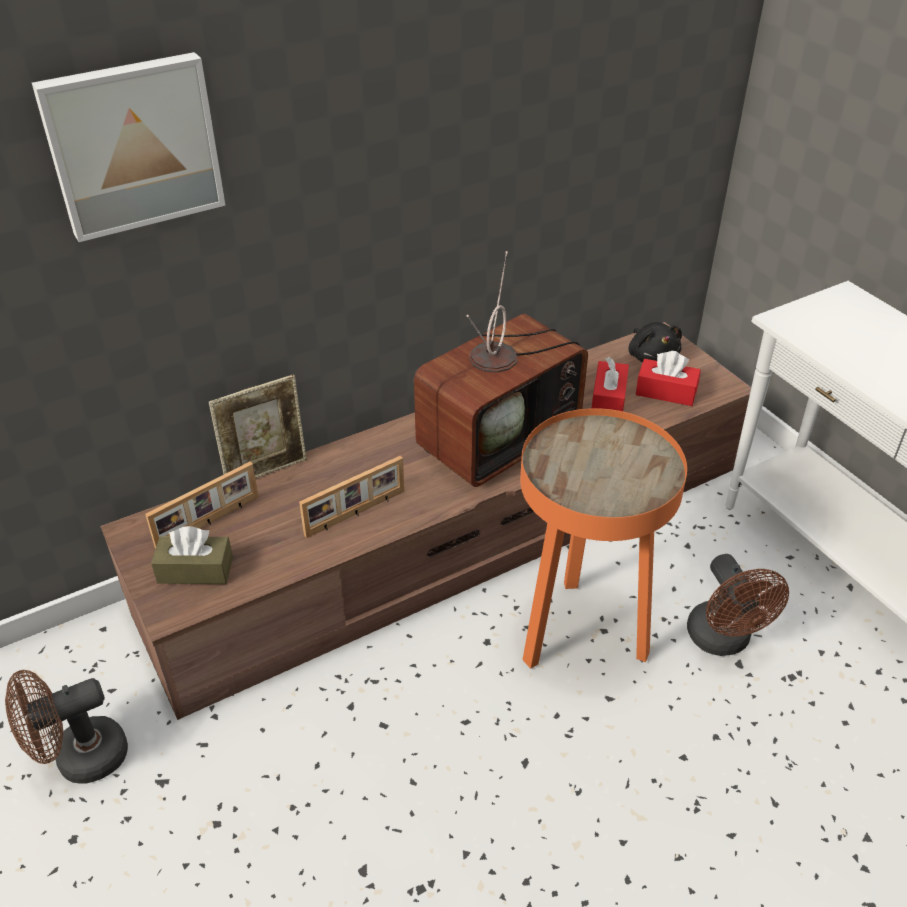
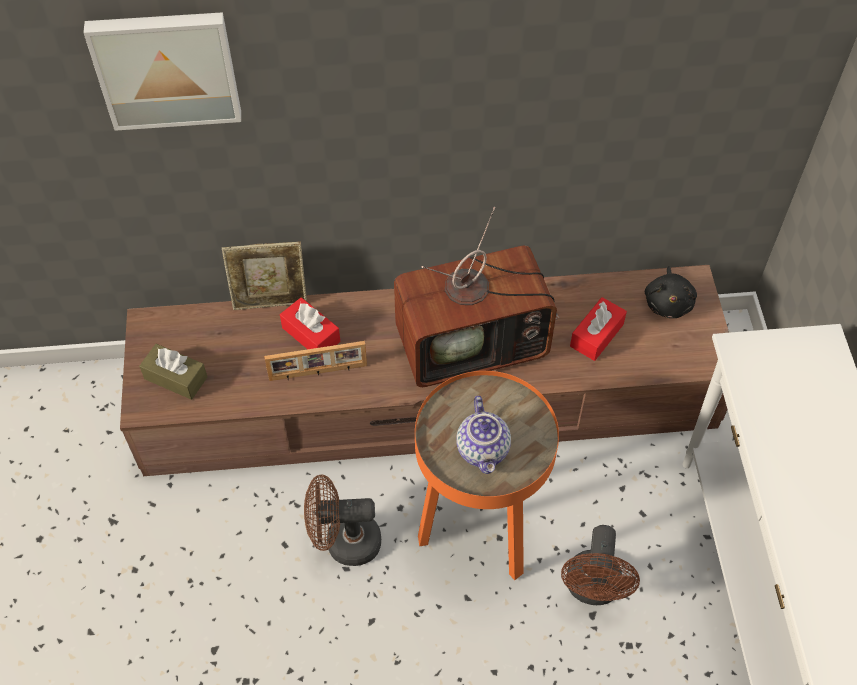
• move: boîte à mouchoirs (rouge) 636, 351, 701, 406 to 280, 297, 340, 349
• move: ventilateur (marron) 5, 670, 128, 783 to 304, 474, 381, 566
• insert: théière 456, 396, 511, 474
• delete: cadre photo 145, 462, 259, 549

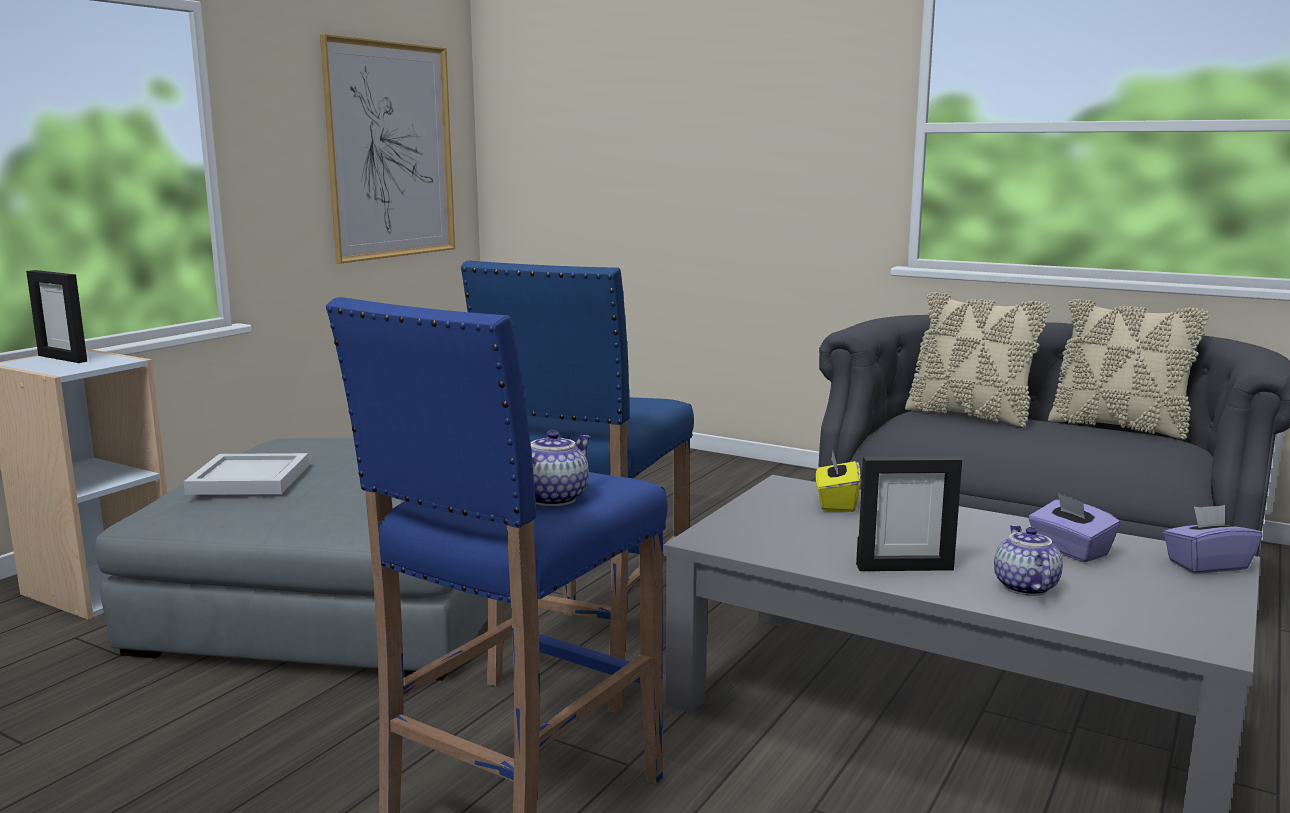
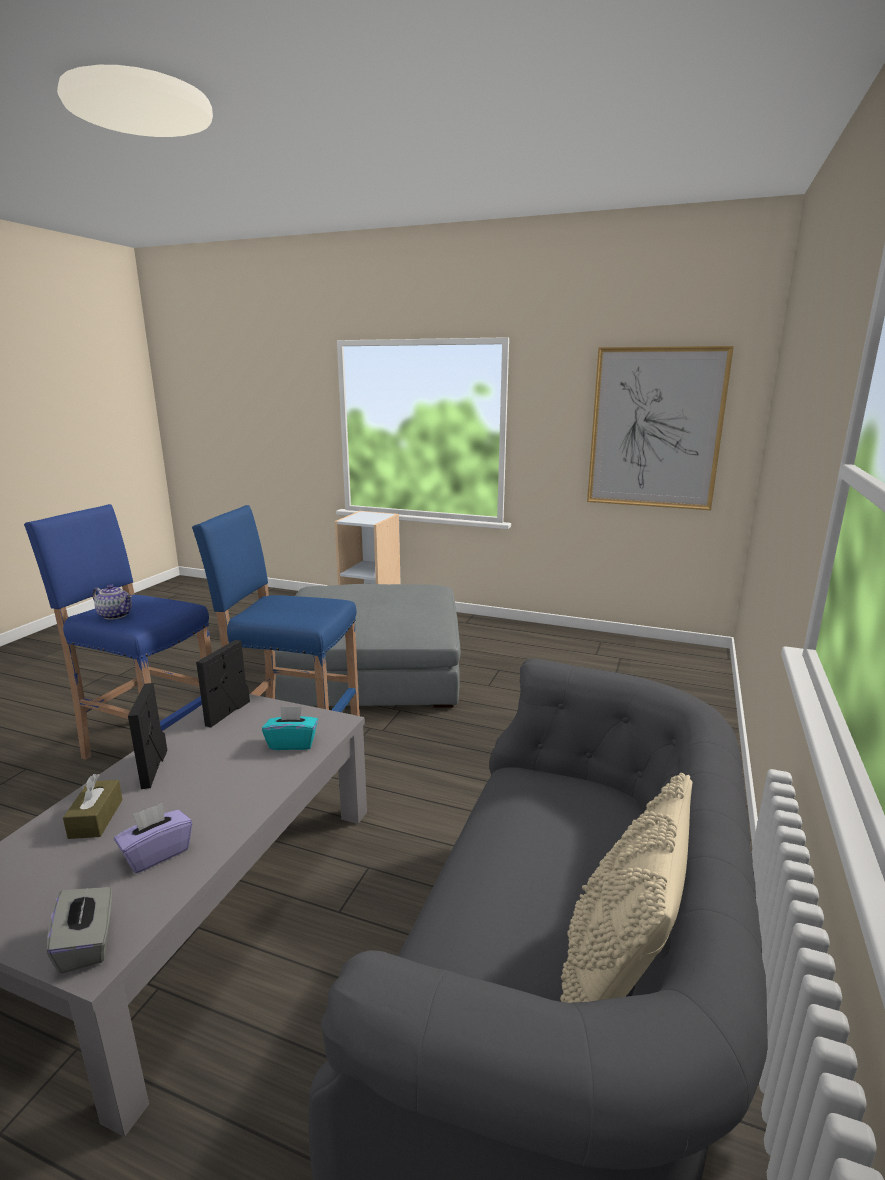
• recolor: boîte à mouchoirs (violet) 1163, 505, 1262, 574 to boîte à mouchoirs (gris) 47, 885, 112, 974
• replace: théière 994, 525, 1063, 596 to boîte à mouchoirs (marron) 63, 774, 123, 839
• move: cadre photo 26, 270, 87, 363 to 196, 640, 250, 728
• recolor: boîte à mouchoirs (jaune) 816, 451, 861, 512 to boîte à mouchoirs (turquoise) 262, 706, 318, 750
• delete: plateau (blanc) 184, 453, 309, 495
• delete: coussin (beige) 905, 292, 1050, 428

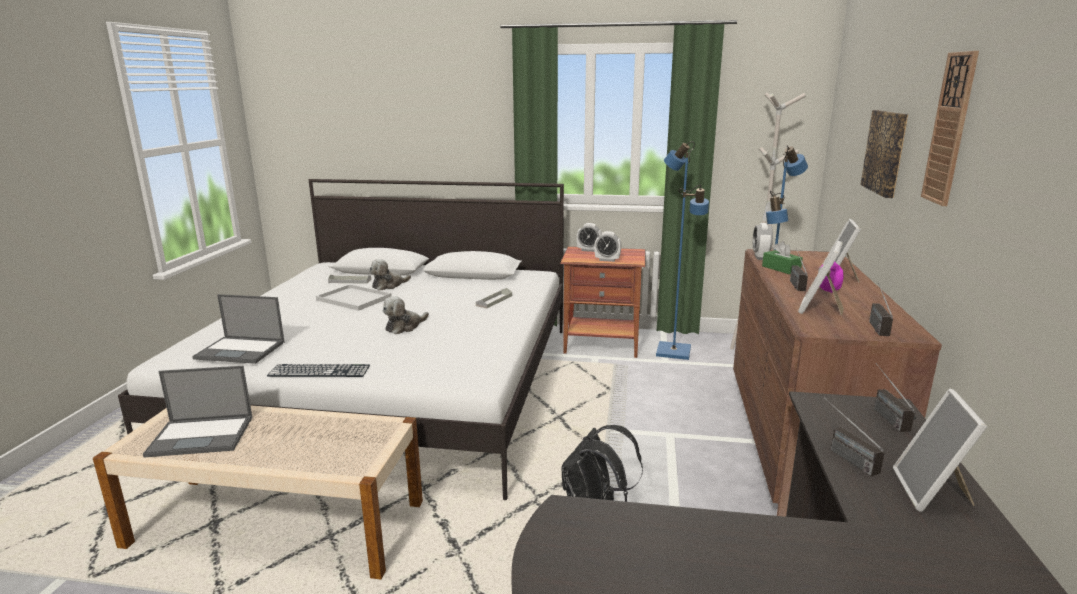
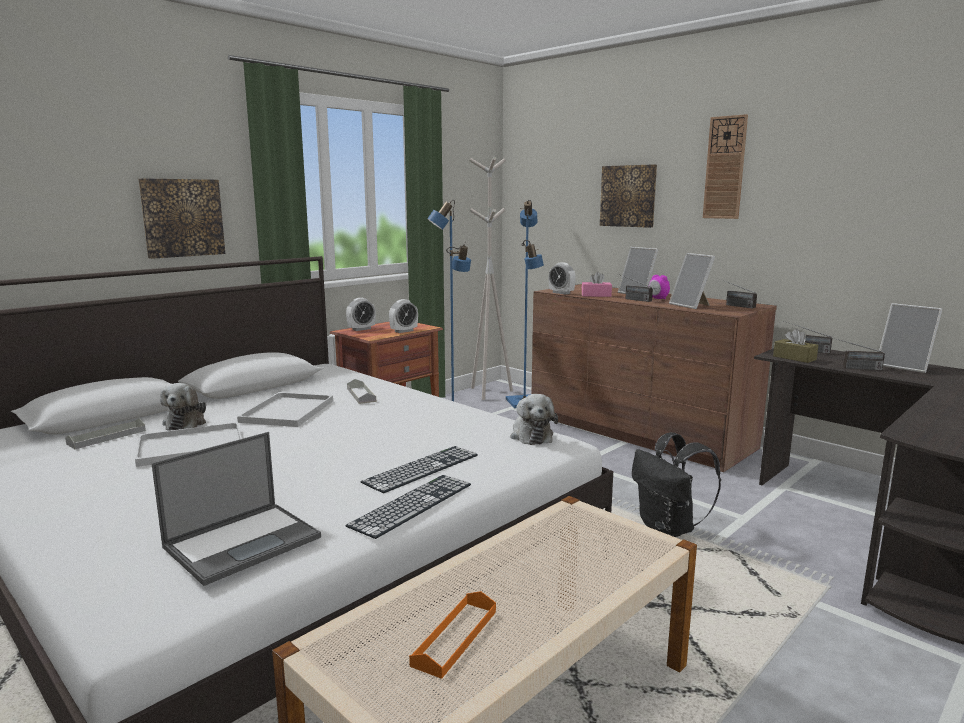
• insert: tableau 139, 178, 225, 259
• insert: plateau (blanc) 237, 392, 333, 427
• insert: clavier 361, 446, 478, 493
• replace: ordinateur portable 143, 366, 253, 457 to plateau (orange) 409, 591, 496, 679
• move: peluche 383, 296, 429, 334 to 511, 394, 558, 445
• recolor: boîte à mouchoirs (vert) 762, 241, 803, 274 to boîte à mouchoirs (rose) 582, 271, 612, 297
• insert: boîte à mouchoirs (marron) 773, 328, 818, 363

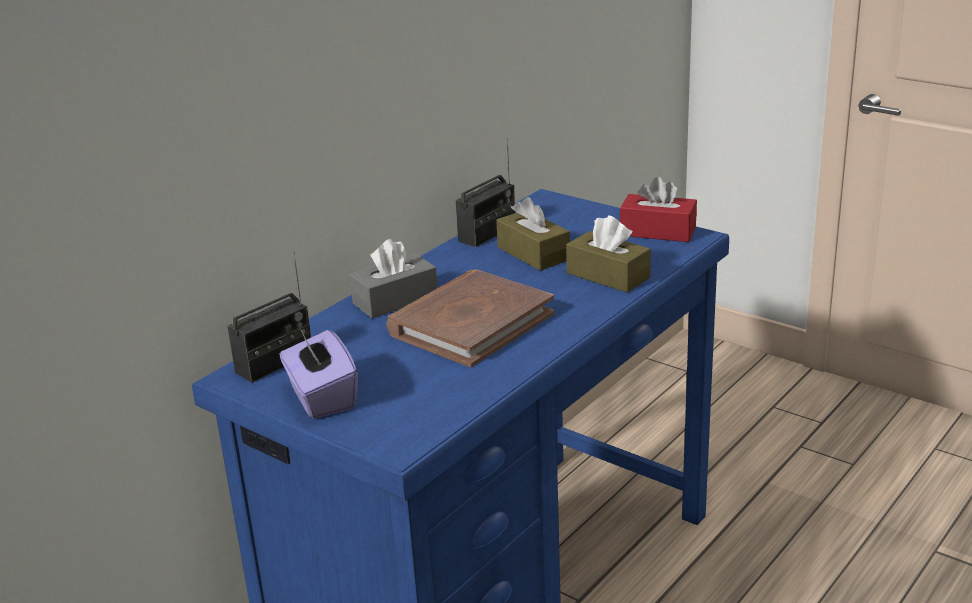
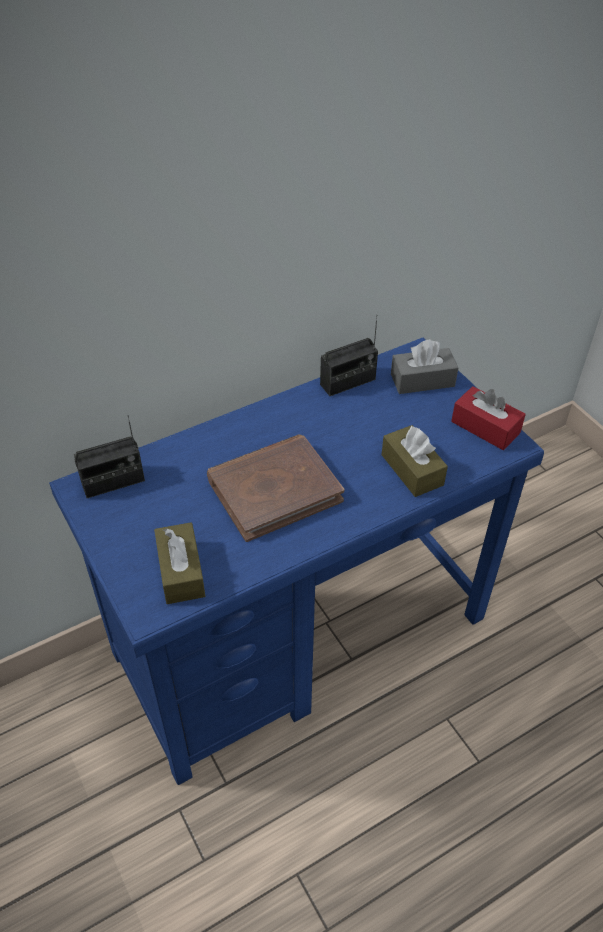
• move: boîte à mouchoirs (marron) 496, 197, 570, 271 to 154, 522, 205, 604
• move: boîte à mouchoirs (gris) 350, 239, 438, 318 to 391, 339, 459, 394
• delete: boîte à mouchoirs (violet) 280, 329, 358, 419

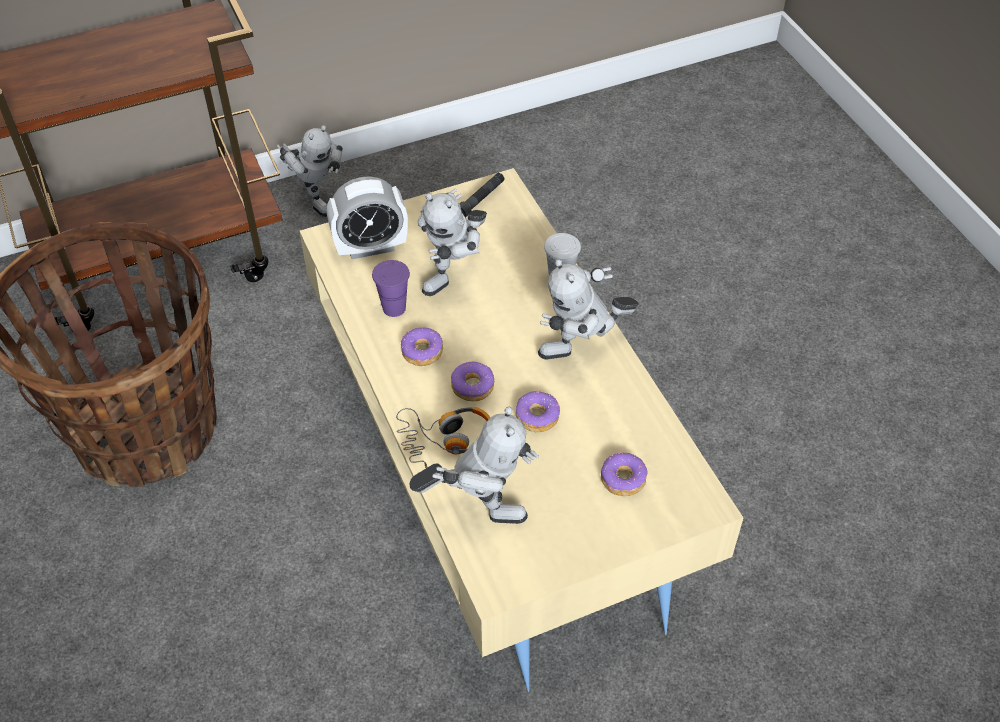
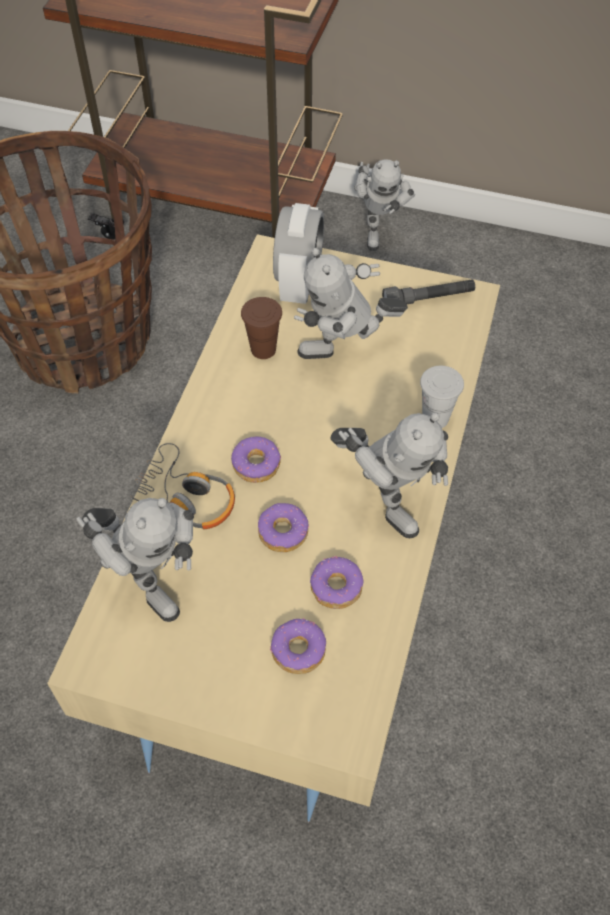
• recolor: tasse (violet) 372, 260, 410, 317 to tasse (marron) 241, 297, 282, 359
• rotate: réveil 327, 176, 408, 260 = 273, 203, 324, 304 105 degrees counterclockwise
• move: beignet 401, 328, 443, 366 to 310, 556, 363, 609
• rotate: robot jouet 538, 259, 639, 359 = 331, 412, 448, 538 150 degrees counterclockwise

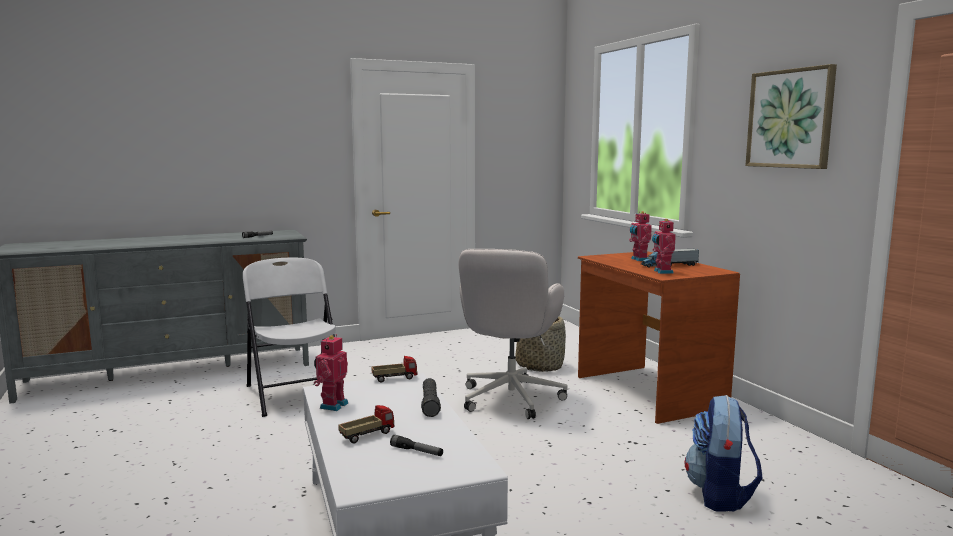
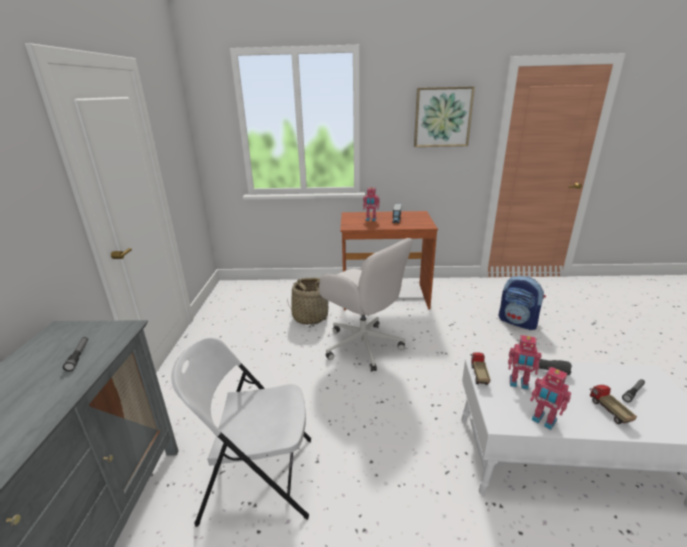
• move: robot jouet 652, 219, 676, 274 to 508, 335, 542, 390

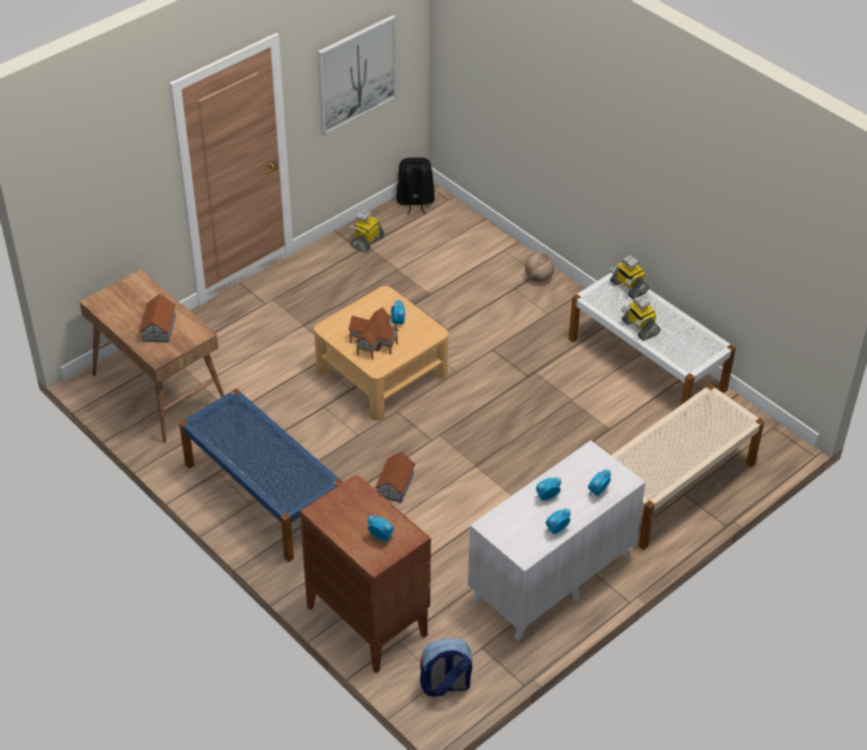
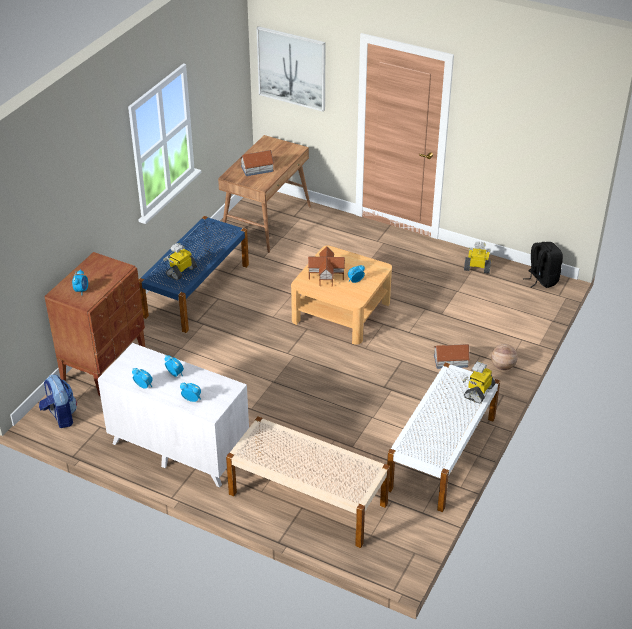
• move: robot jouet 621, 295, 660, 341 to 163, 243, 197, 280
• move: tableau 317, 15, 397, 135 to 257, 26, 326, 112
• move: maison miniature 375, 452, 416, 503 to 434, 344, 470, 369

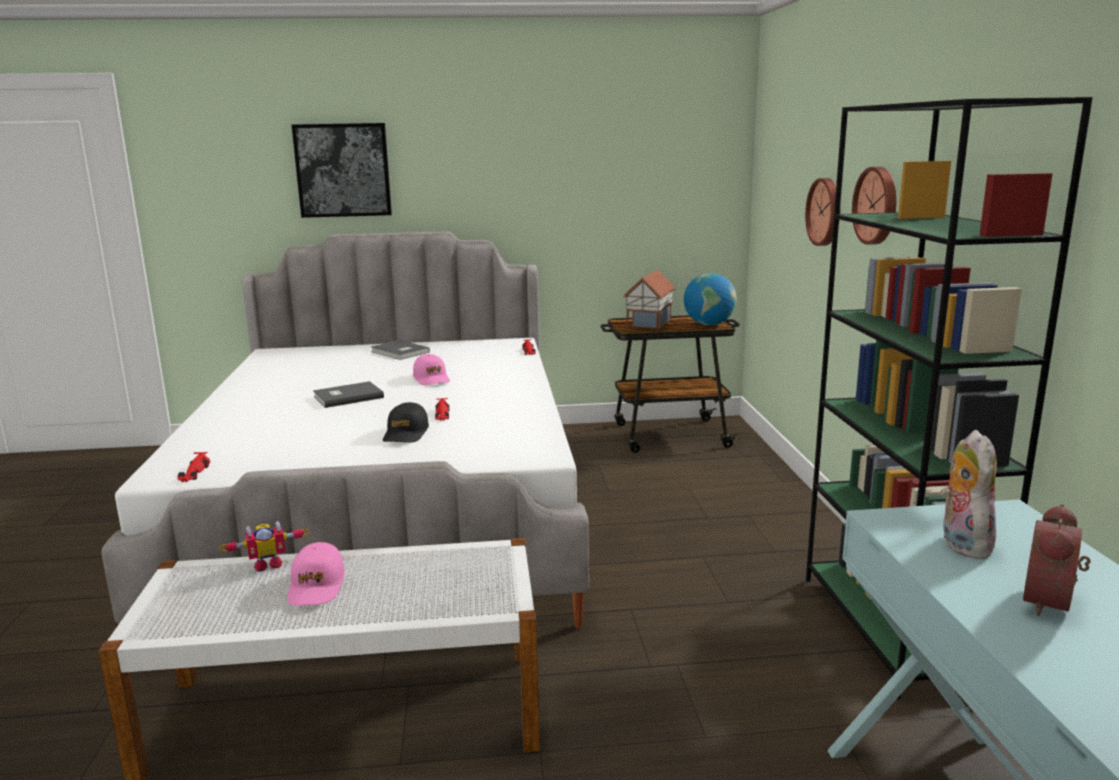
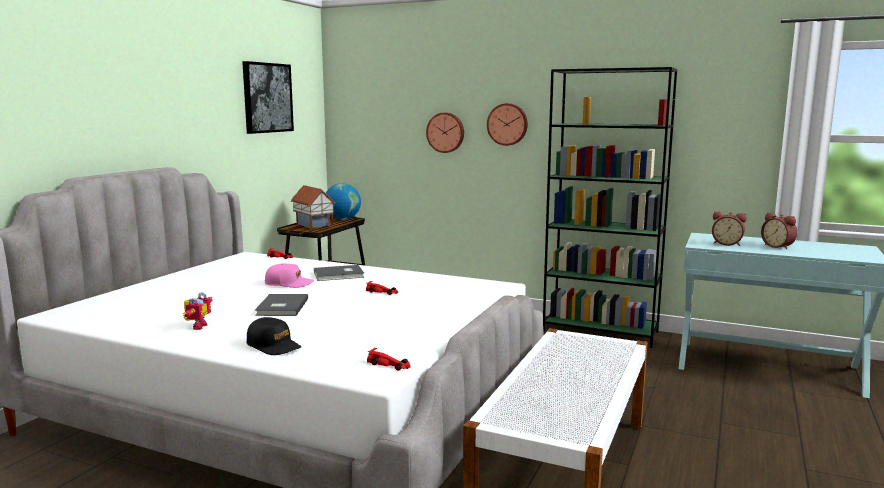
• move: robot jouet 219, 521, 309, 572 to 183, 293, 212, 330
• move: tableau 292, 123, 392, 218 to 242, 61, 294, 134
• move: casquette (noir) 383, 402, 429, 443 to 247, 317, 301, 355
• move: livre (gris) 371, 340, 430, 360 to 314, 265, 364, 281
• replace: peluche 940, 430, 997, 559 to réveil 712, 211, 747, 246
• delete: casquette (rose) 287, 542, 345, 606

